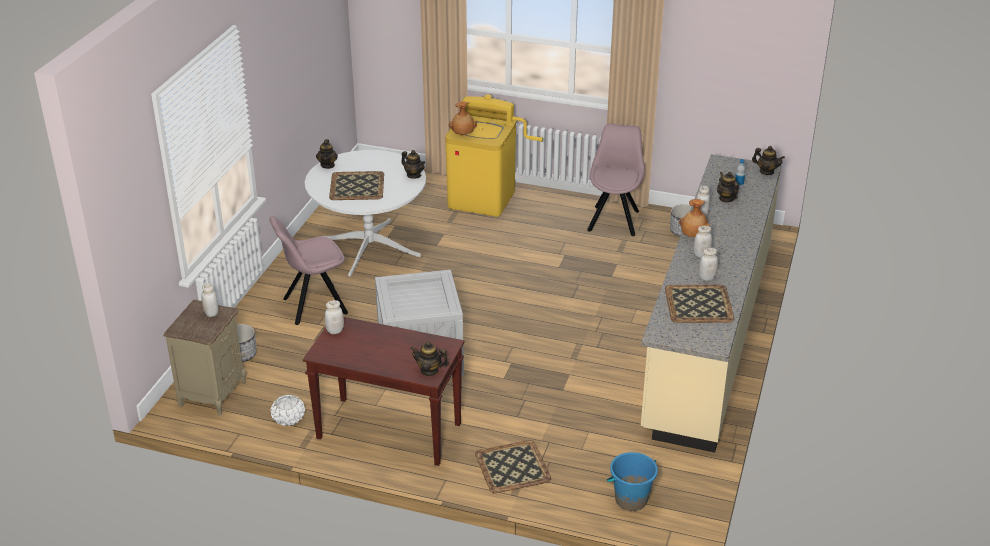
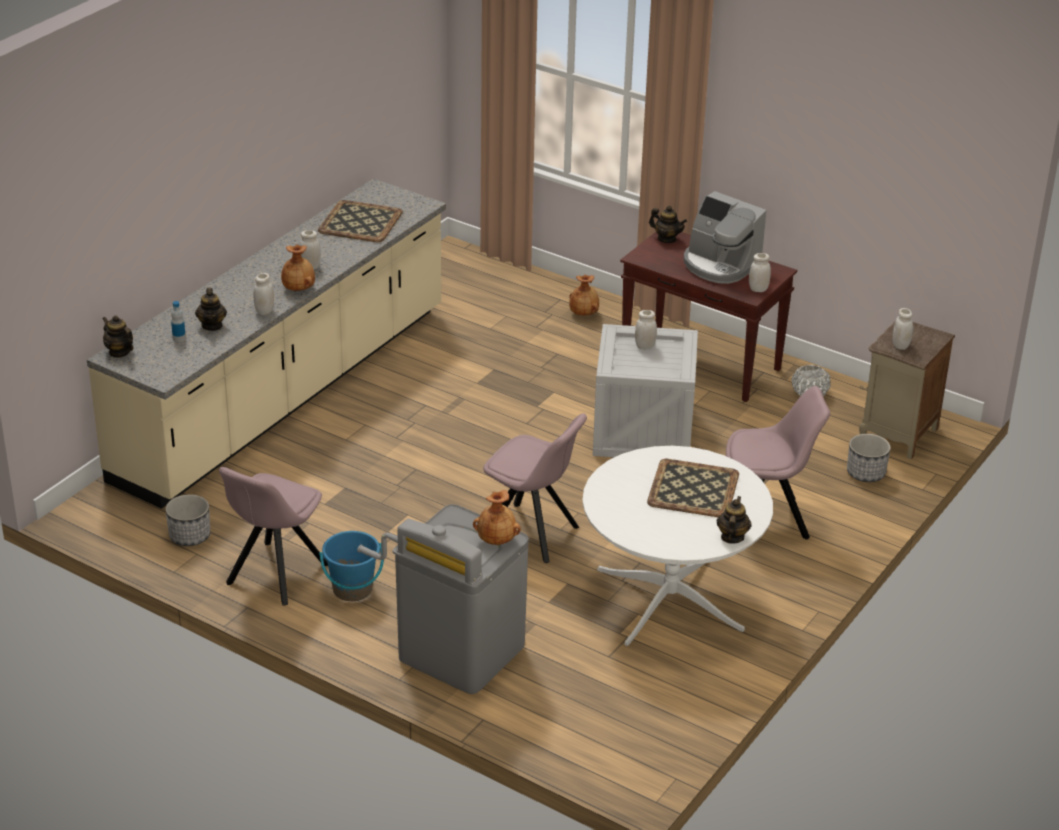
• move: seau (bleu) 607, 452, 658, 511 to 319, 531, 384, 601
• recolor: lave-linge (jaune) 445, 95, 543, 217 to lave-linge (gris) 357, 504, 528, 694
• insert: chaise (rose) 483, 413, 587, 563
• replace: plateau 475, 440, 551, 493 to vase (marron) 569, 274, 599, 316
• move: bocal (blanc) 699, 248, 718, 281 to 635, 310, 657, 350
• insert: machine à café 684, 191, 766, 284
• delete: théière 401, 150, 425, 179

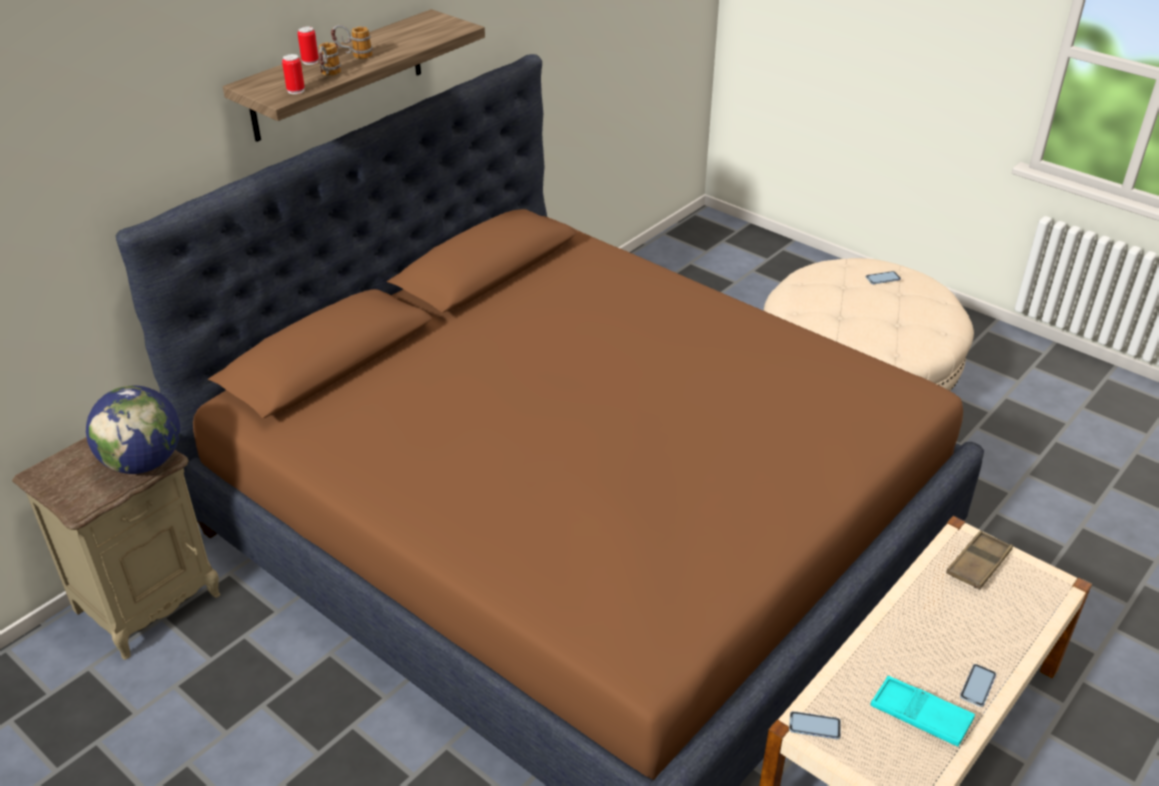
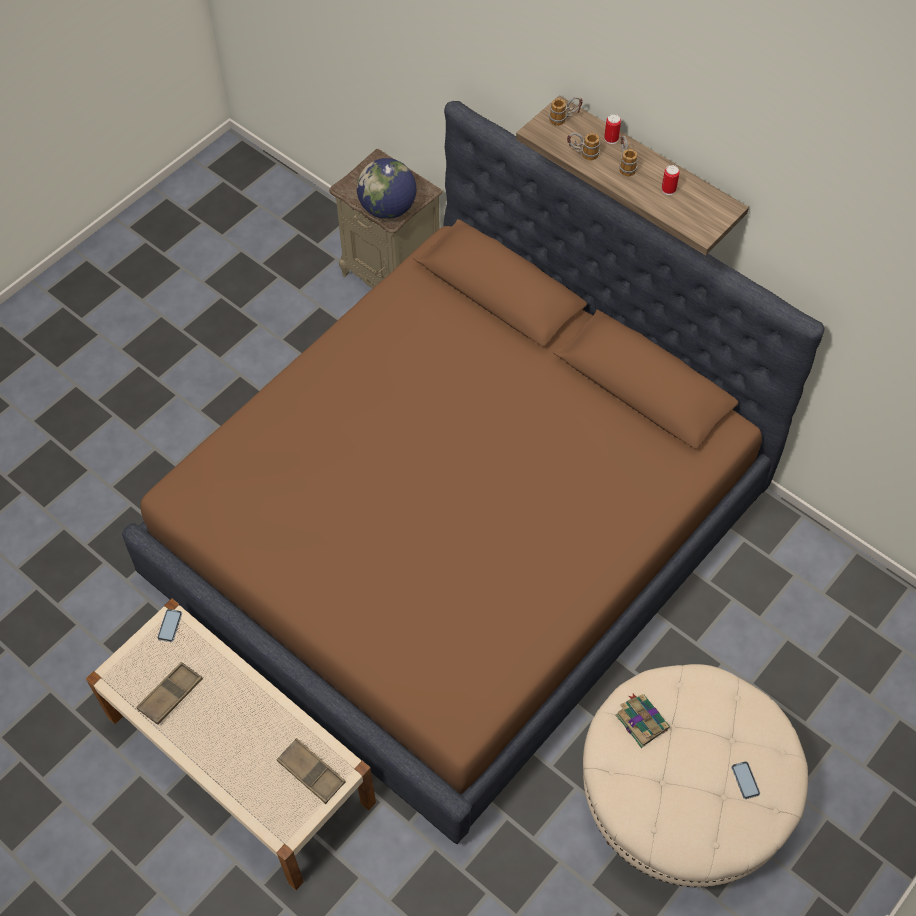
• recolor: plateau (turquoise) 871, 676, 975, 747 to plateau (marron) 137, 662, 203, 725
• insert: mug 549, 97, 583, 126
• insert: livre 615, 694, 670, 748
• move: boîte métallique 282, 54, 305, 94 to 662, 165, 680, 195
• delete: téléphone 960, 664, 996, 707

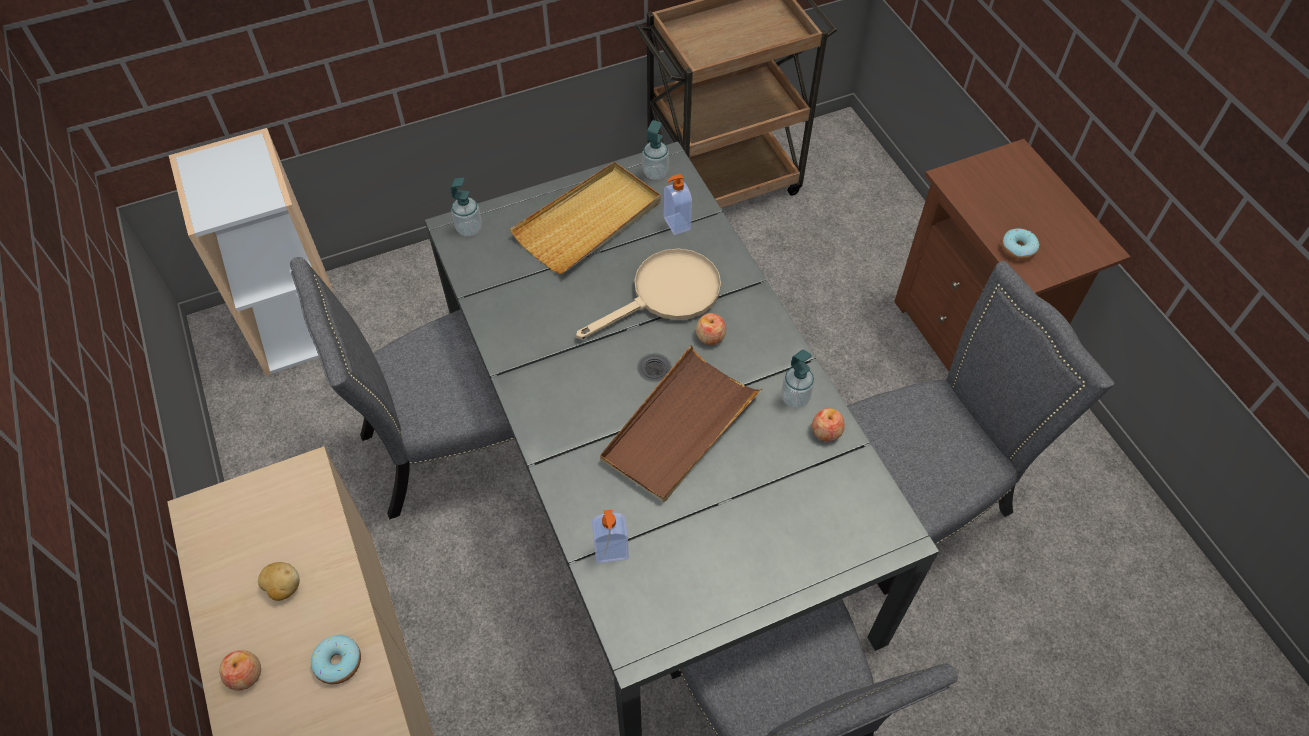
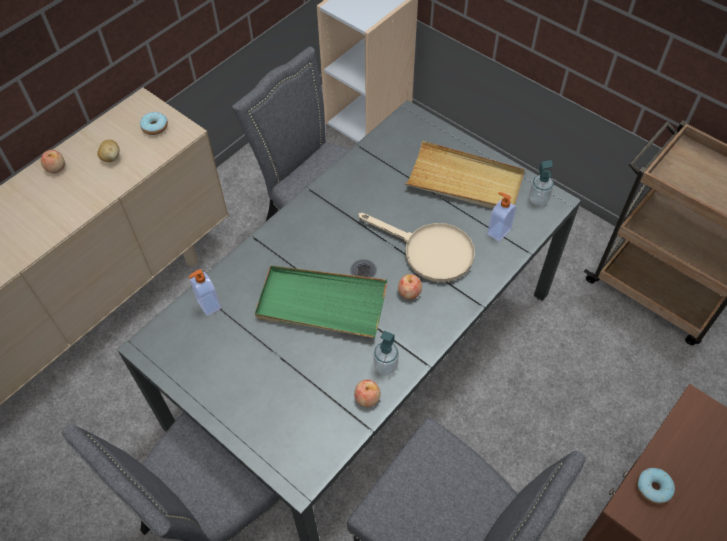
• move: beignet 311, 635, 361, 684 to 140, 112, 168, 135
• recolor: plateau (marron) 600, 345, 762, 502 to plateau (vert) 255, 266, 387, 338
• delete: distributeur de savon 451, 178, 482, 236

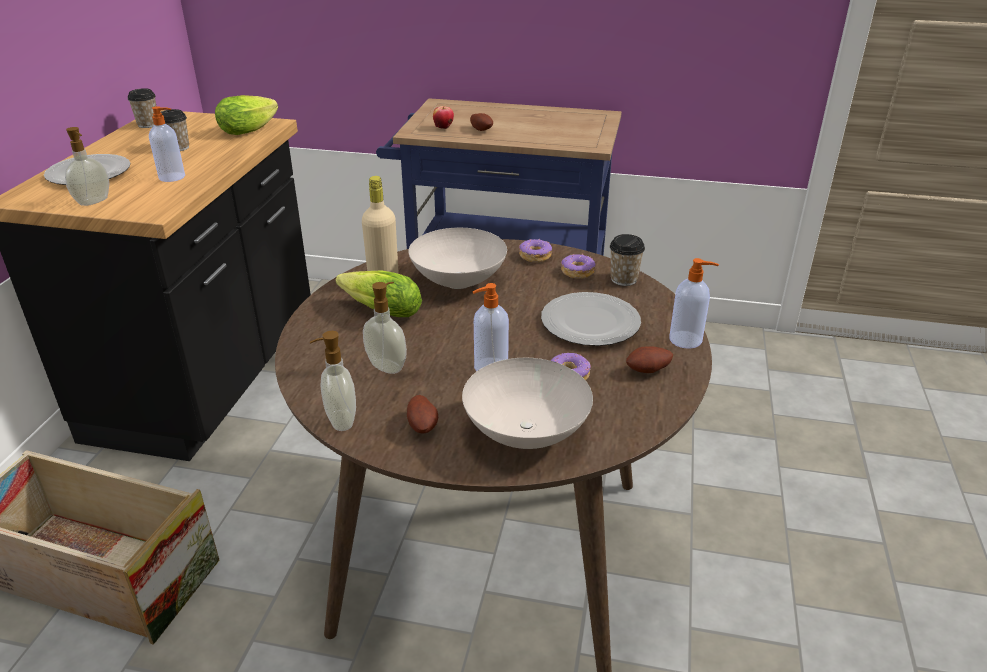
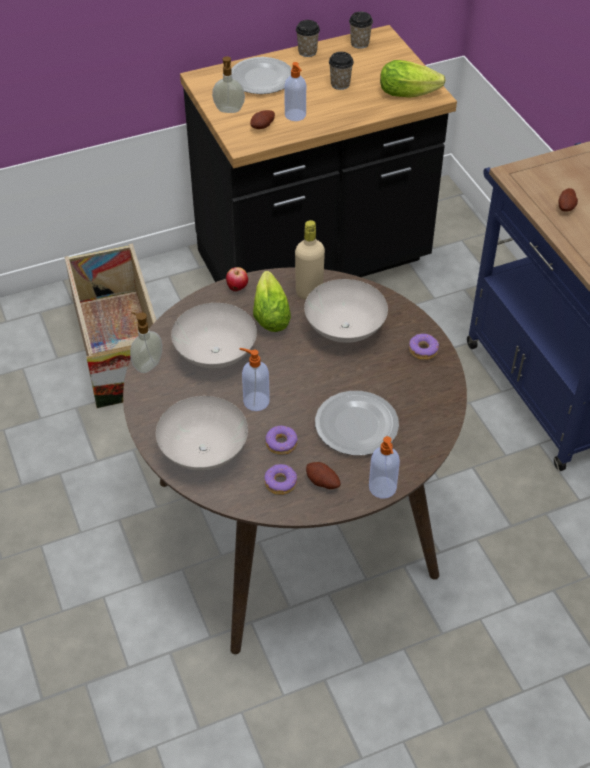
• replace: distributeur de savon 363, 282, 407, 374 to bol (blanc) 171, 303, 257, 369
• move: pomme 433, 106, 454, 129 to 226, 267, 248, 292
• move: pomme de terre 407, 395, 438, 433 to 250, 110, 275, 129
• move: beignet 561, 253, 595, 279 to 264, 464, 297, 495
• move: tasse 610, 234, 645, 286 to 296, 20, 320, 57

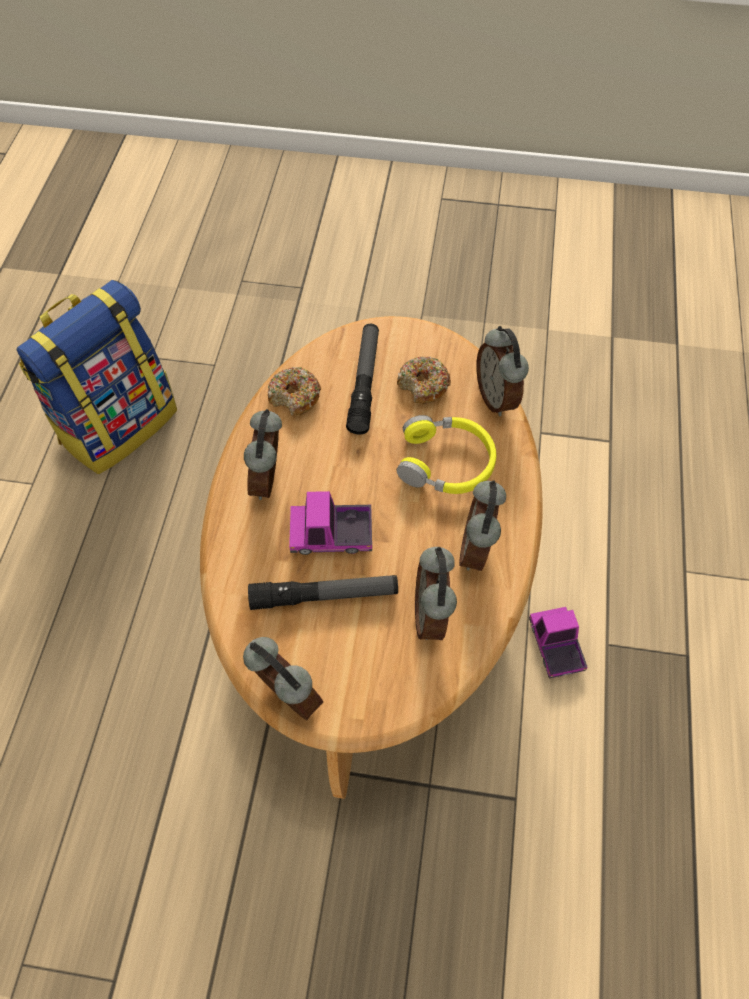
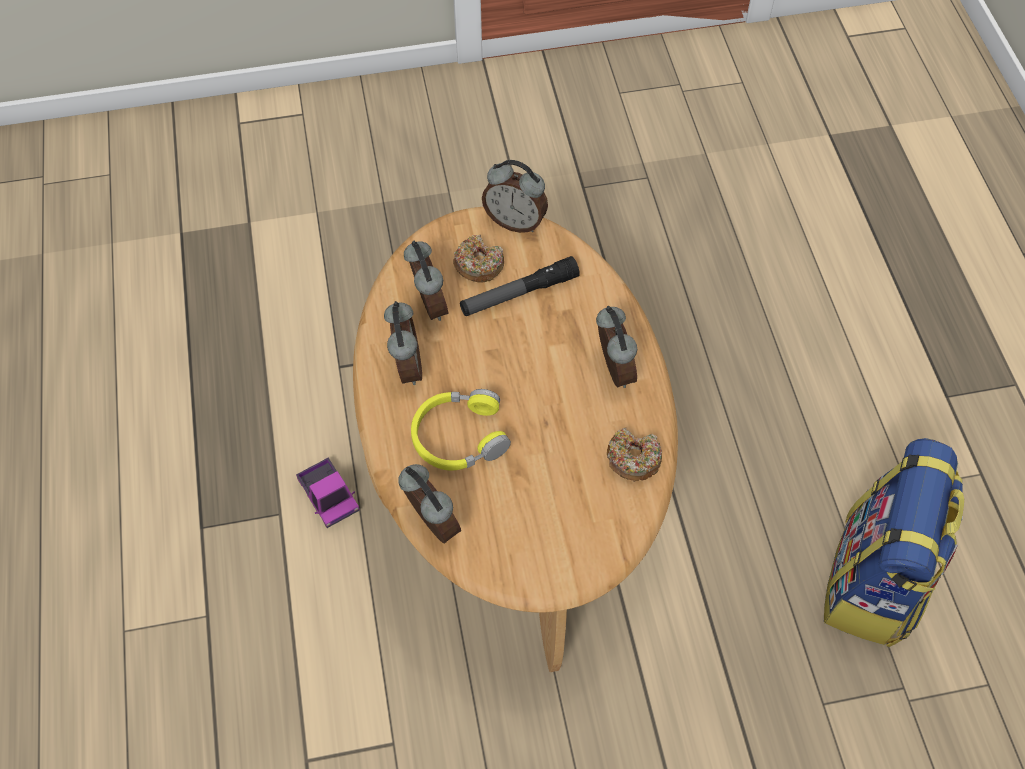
• move: beignet 397, 356, 451, 404 to 453, 235, 504, 282
• delete: camion jouet 289, 491, 372, 555
• delete: lampe de poche 346, 324, 379, 434

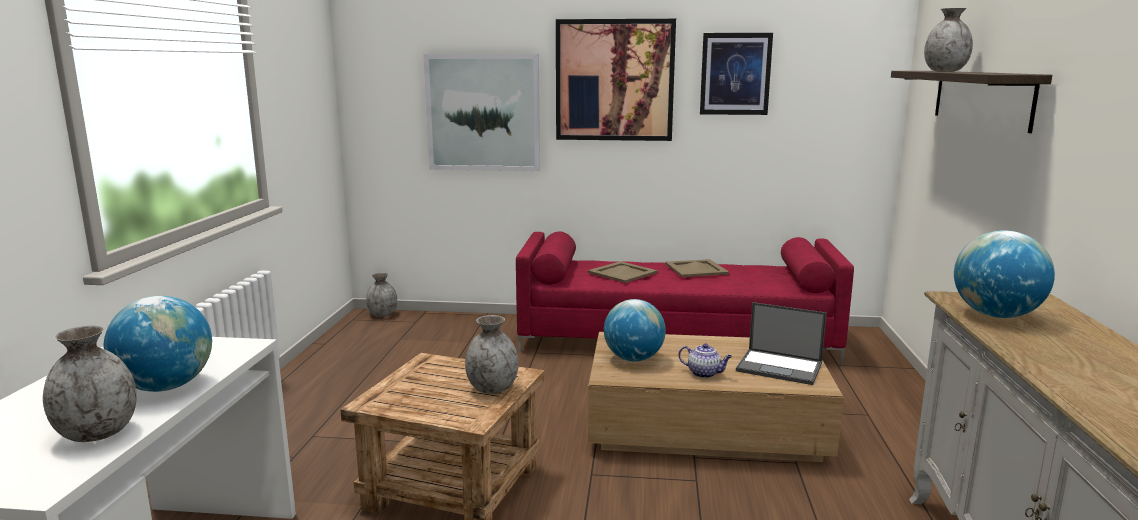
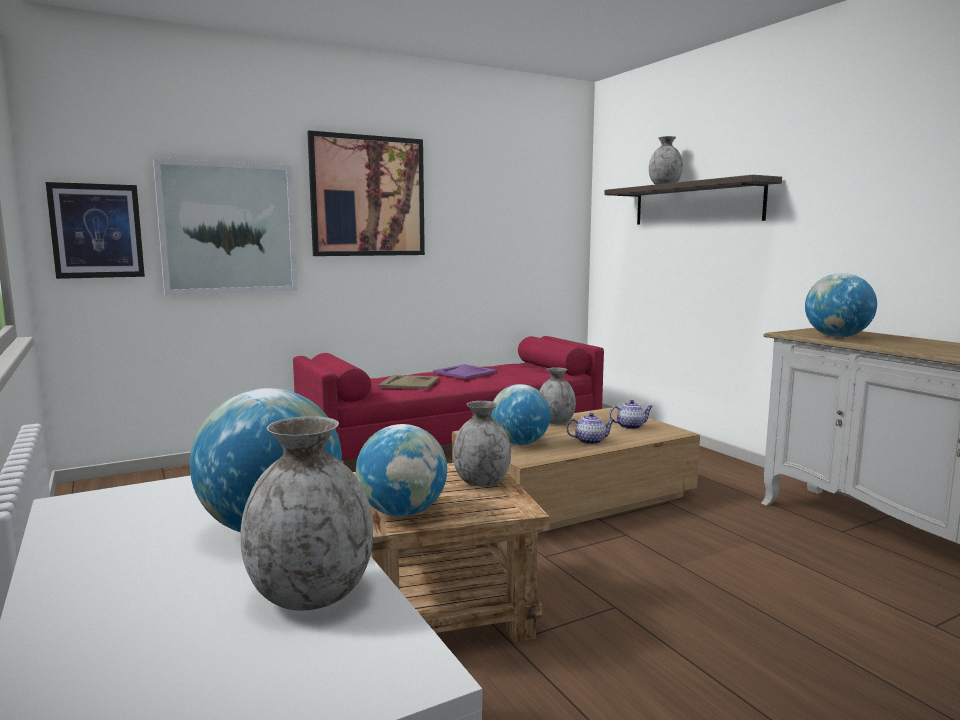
• move: tableau 700, 33, 773, 115 to 46, 182, 145, 279
• insert: globe 356, 424, 447, 517
• recolor: plateau (beige) 665, 259, 729, 277 to plateau (violet) 433, 364, 497, 379
• move: vase (gris) 366, 273, 397, 317 to 539, 367, 576, 424
• replace: ordinateur portable 736, 302, 827, 385 to théière 609, 400, 653, 429

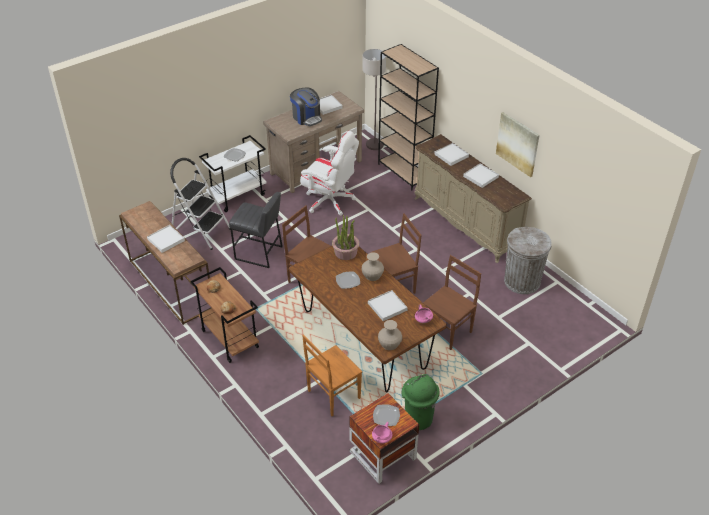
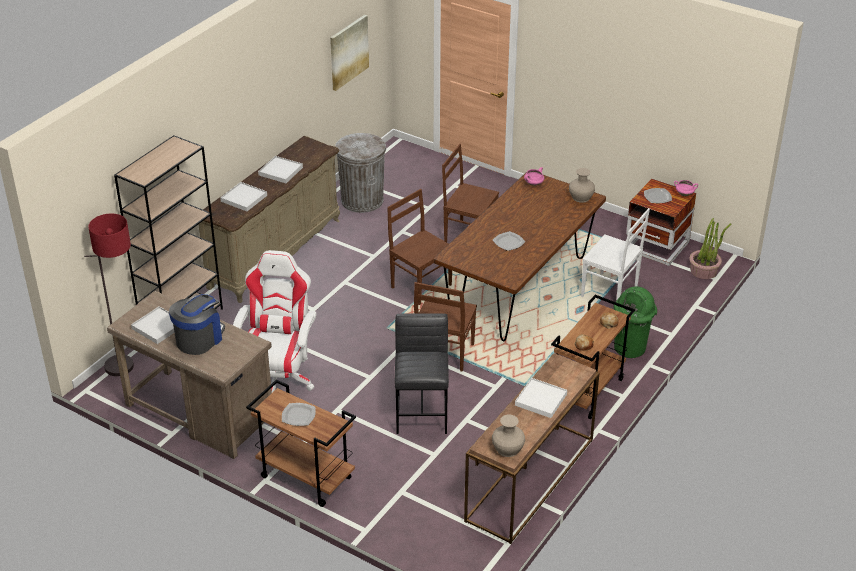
• recolor: lampadaire (gris) 362, 49, 386, 150 to lampadaire (rouge) 84, 214, 134, 376
• recolor: chariot (blanc) 199, 135, 267, 212 to chariot (marron) 246, 379, 356, 507
• move: tableau 496, 112, 540, 177 to 330, 15, 369, 91
• move: vase (beige) 362, 252, 384, 281 to 492, 414, 525, 457
• recolor: chaise (marron) 302, 335, 362, 416 to chaise (blanc) 581, 208, 650, 301
• move: poubelle (vert) 402, 374, 440, 430 to 614, 286, 657, 358
• move: plante en pot 332, 215, 359, 260 to 689, 218, 732, 279
• delete: escabeau 170, 158, 231, 250
• delete: plateau (blanc) 368, 290, 408, 321

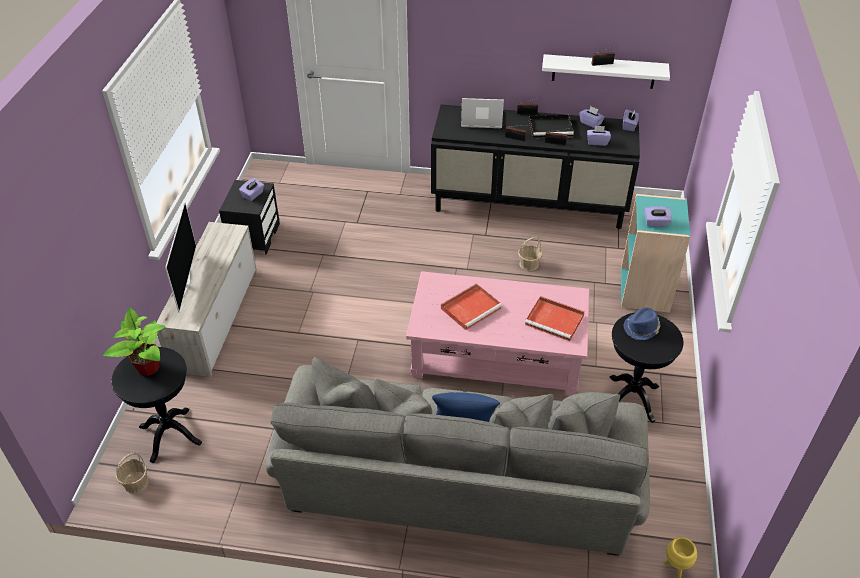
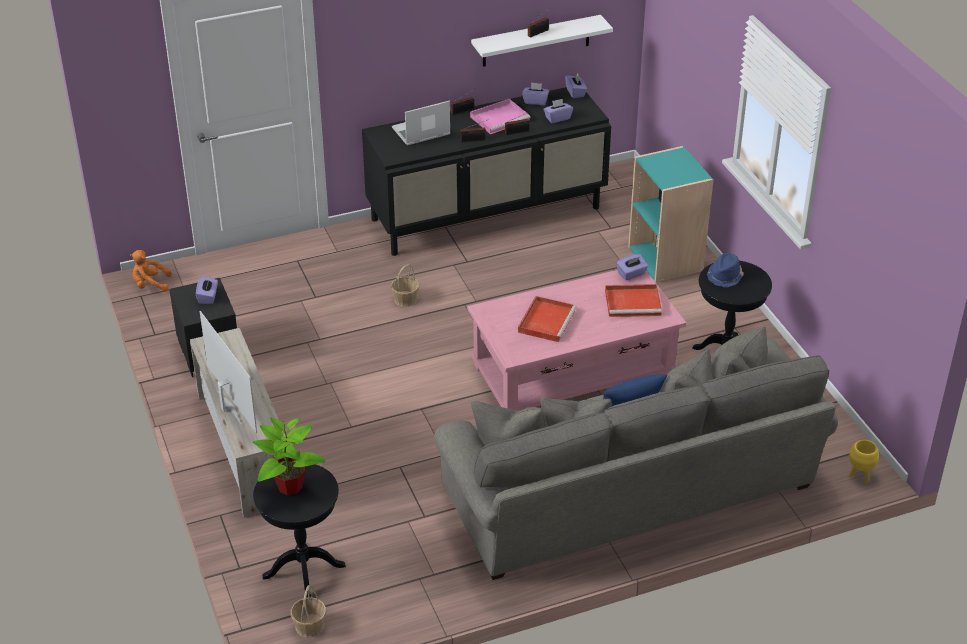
• insert: peluche (orange) 130, 250, 172, 292
• move: panier 518, 237, 542, 271 to 391, 264, 419, 307
• recolor: plateau (noir) 529, 114, 574, 138 to plateau (rose) 470, 99, 530, 134
• move: boîte à mouchoirs (violet) 644, 206, 672, 227 to 616, 254, 648, 280

